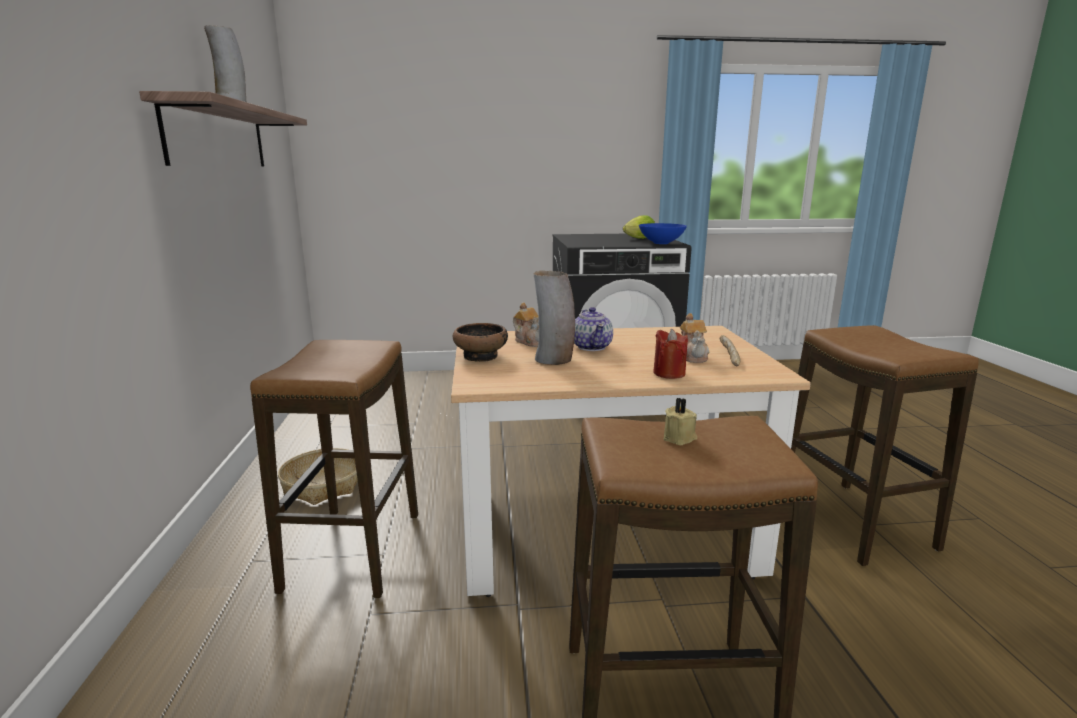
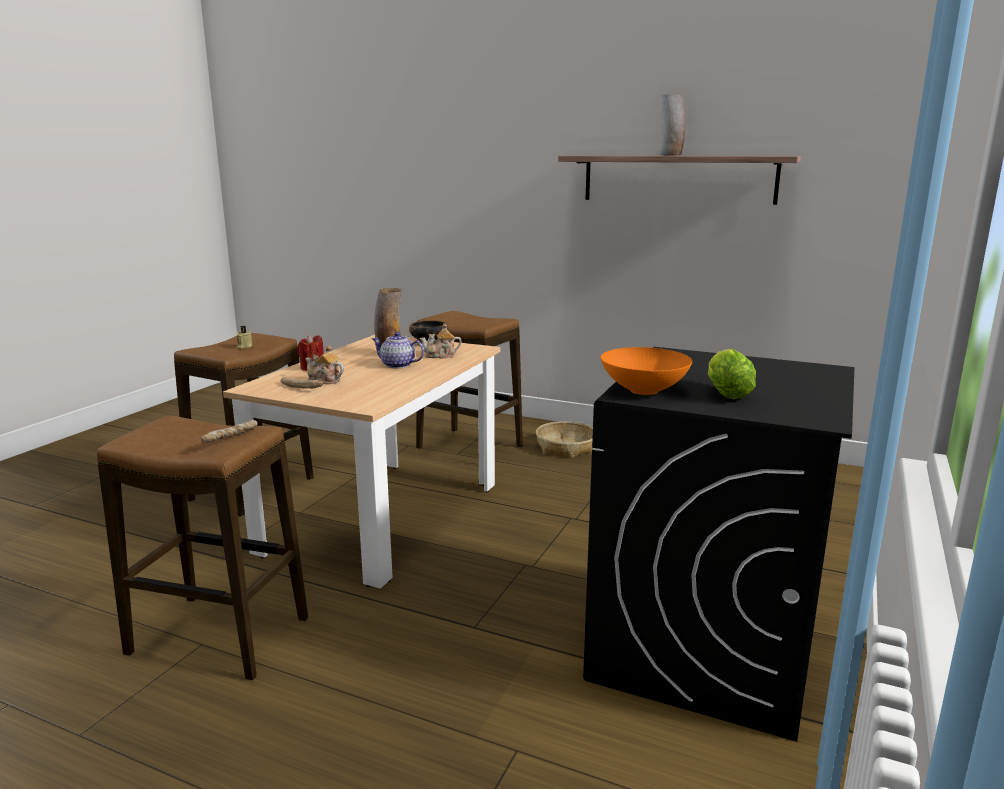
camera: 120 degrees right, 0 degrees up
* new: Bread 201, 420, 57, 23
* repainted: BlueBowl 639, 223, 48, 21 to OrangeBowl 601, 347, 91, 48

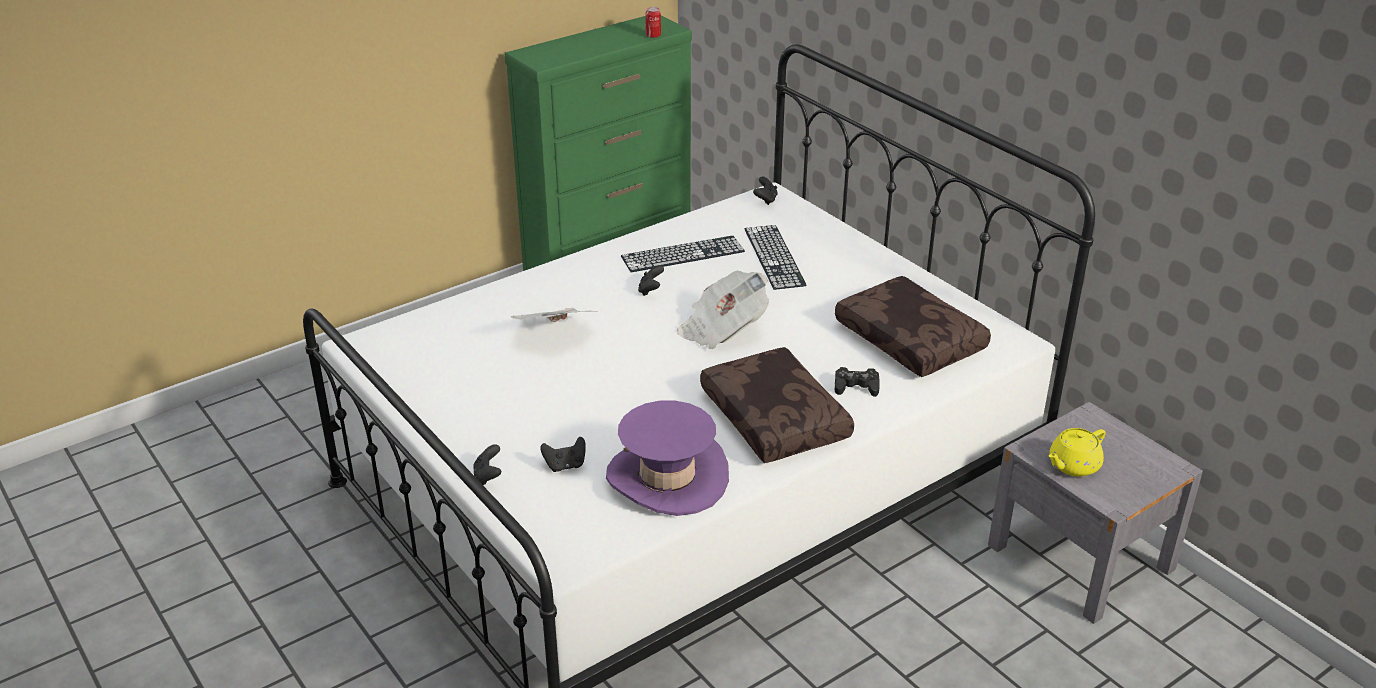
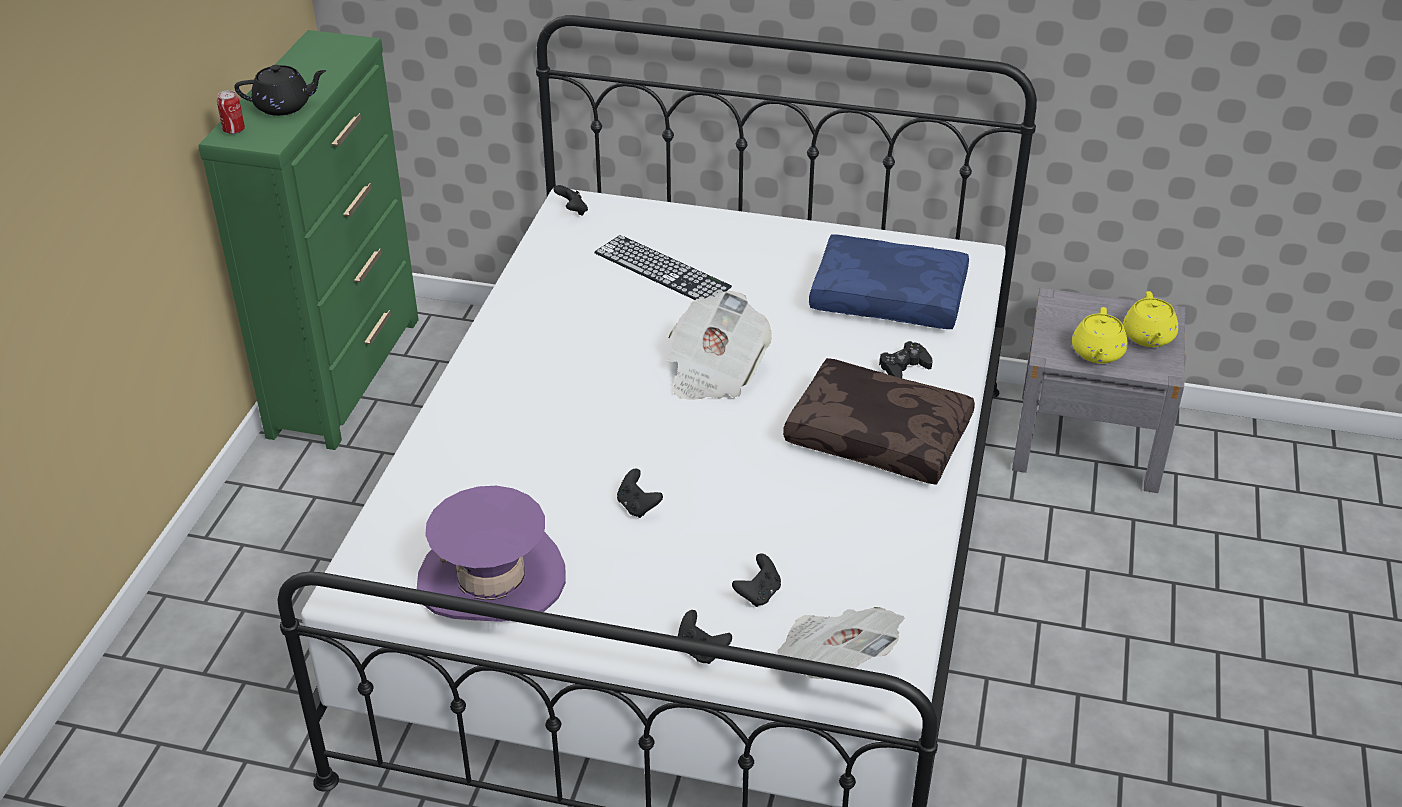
camera: 40 degrees left, 5 degrees up
* gone: Keyboard 621, 236, 124, 36
* new: BlackTeapot 234, 65, 93, 51
* new: YellowTeapot 1123, 291, 55, 56
* shifted: Newspaper 511, 308, 86, 14 to 777, 607, 128, 72
* shifted: PurpleHat 606, 401, 123, 115 to 417, 486, 149, 136
* shifted: BlackGameController 638, 265, 26, 31 to 617, 469, 46, 49
* shifted: Can 645, 7, 16, 31 to 217, 90, 28, 44
* repainted: BrownPillow 835, 276, 156, 101 to BluePillow 809, 235, 160, 94

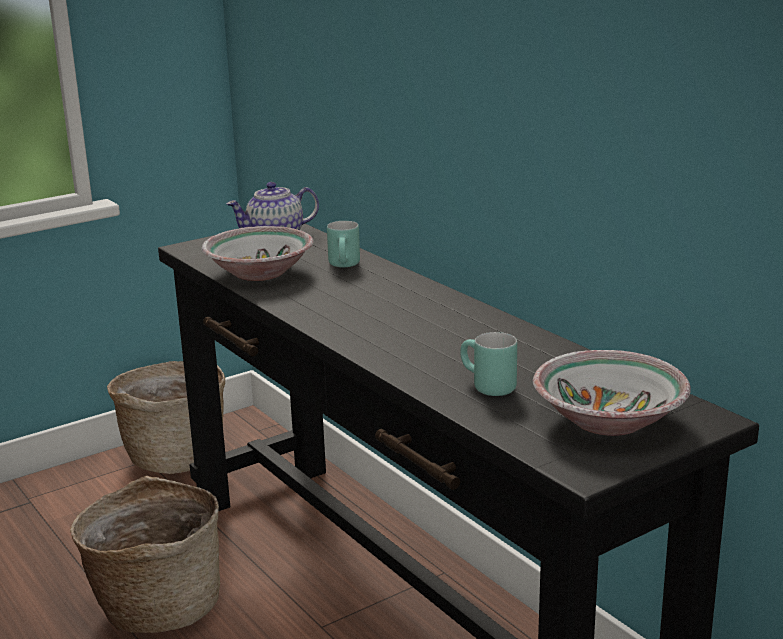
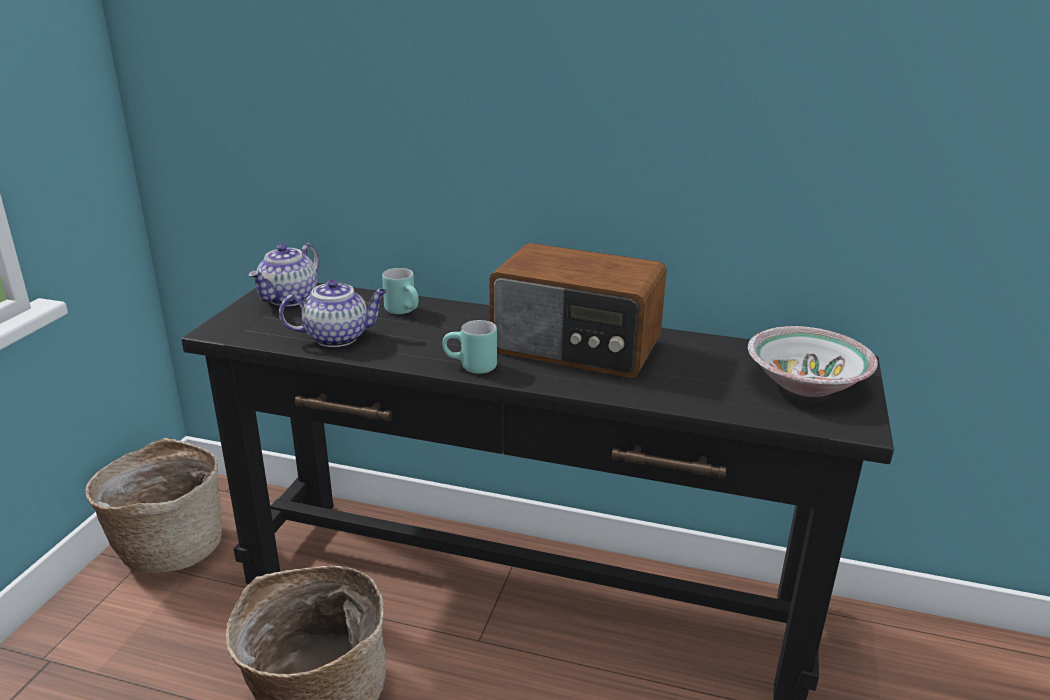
camera: 40 degrees left, 5 degrees up
* new: Radio 489, 243, 178, 135
* shifted: TurquoiseMug 460, 332, 57, 64 to 443, 320, 54, 54
* swapped: Bowl 202, 226, 112, 55 to Teapot 279, 279, 108, 68

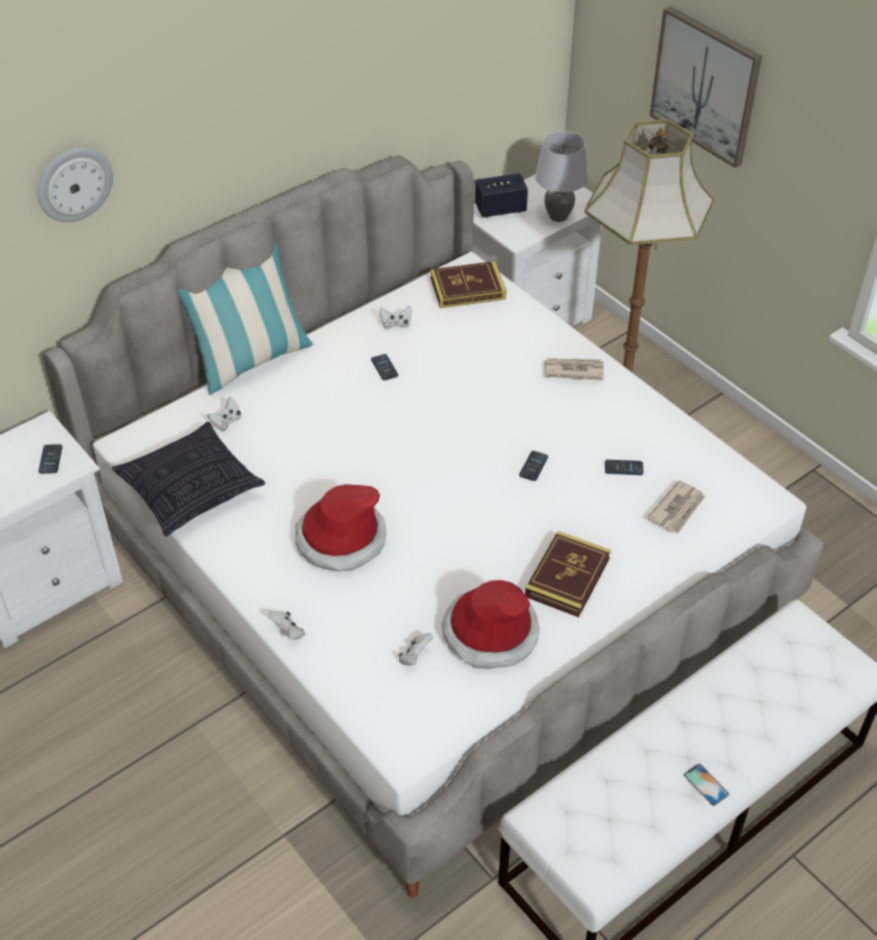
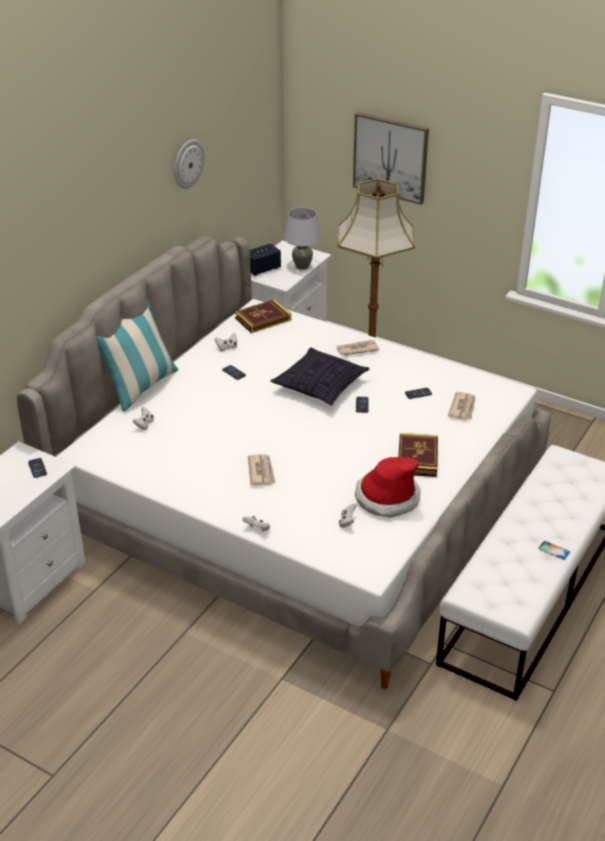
camera: 20 degrees left, 10 degrees down
* shifted: WallClock 38, 147, 75, 75 to 174, 139, 30, 50
* shifted: Pillow 112, 421, 153, 116 to 271, 347, 99, 58
* swapped: Hat 295, 484, 92, 87 to Newspaper 248, 454, 28, 31

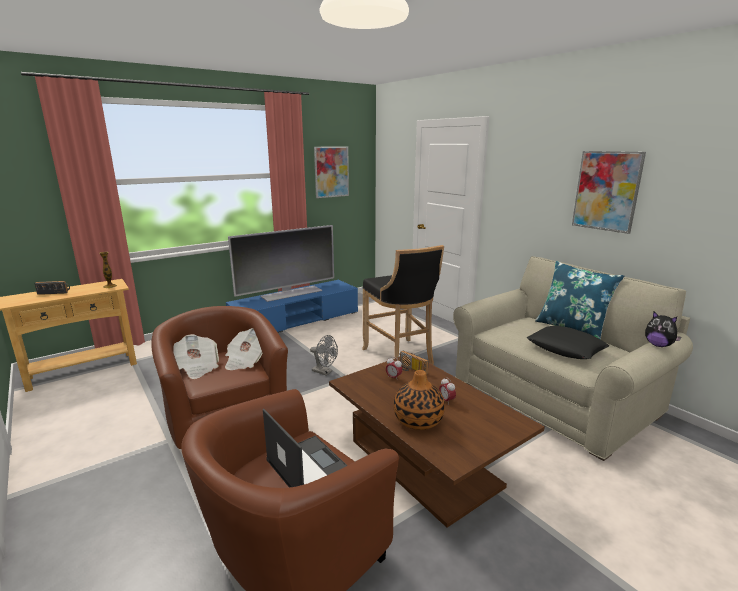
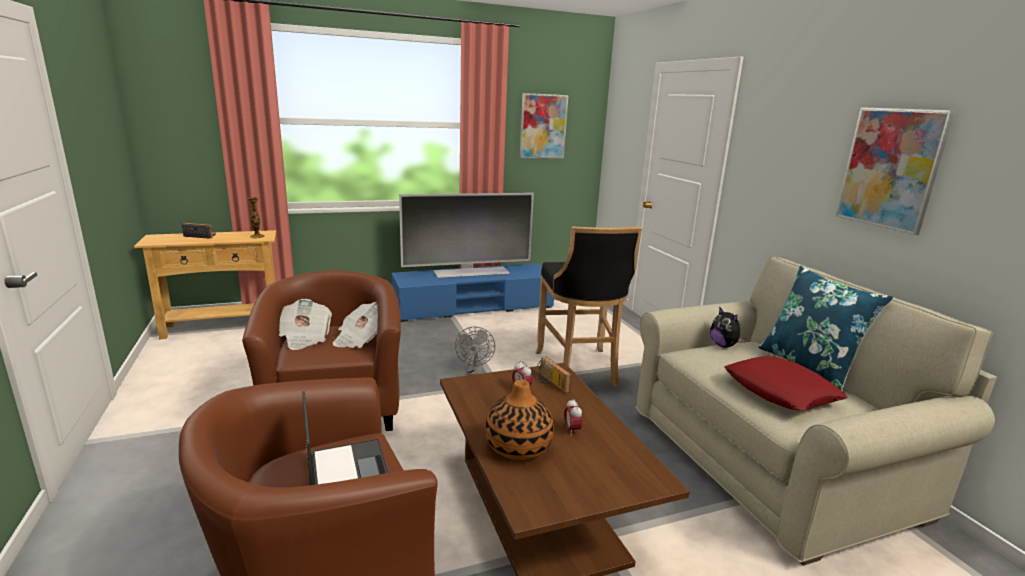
camera: 15 degrees right, 0 degrees up
* shifted: PlushToy 645, 312, 37, 35 to 710, 307, 35, 41
* repainted: BlackPillow 527, 326, 82, 33 to RedPillow 724, 356, 123, 54
* rotated: GreyFan 310, 335, 28, 41 = 455, 327, 40, 48 45 degrees clockwise

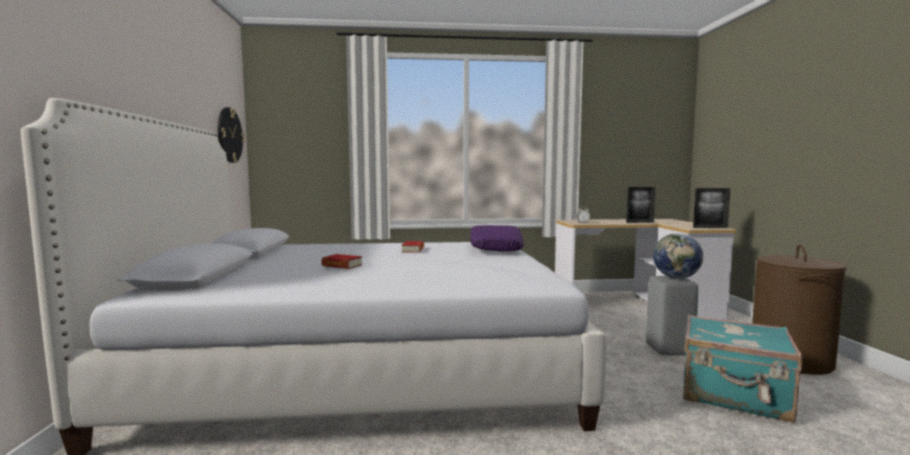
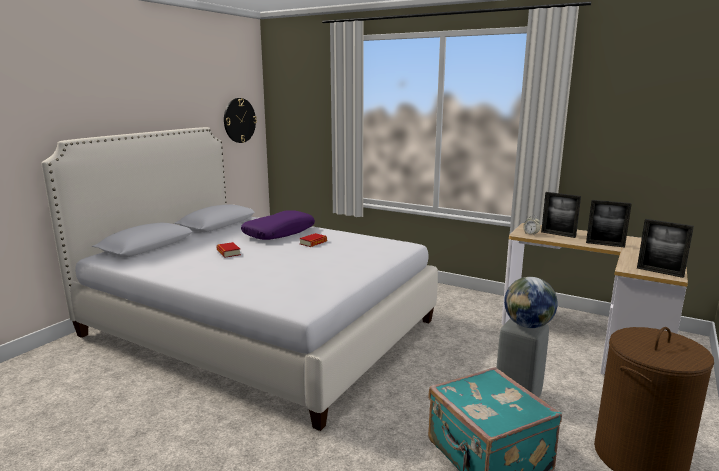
camera: 35 degrees right, 10 degrees up
* new: PictureFrame 541, 192, 40, 46
* shifted: PurplePillow 470, 225, 54, 27 to 241, 210, 74, 30

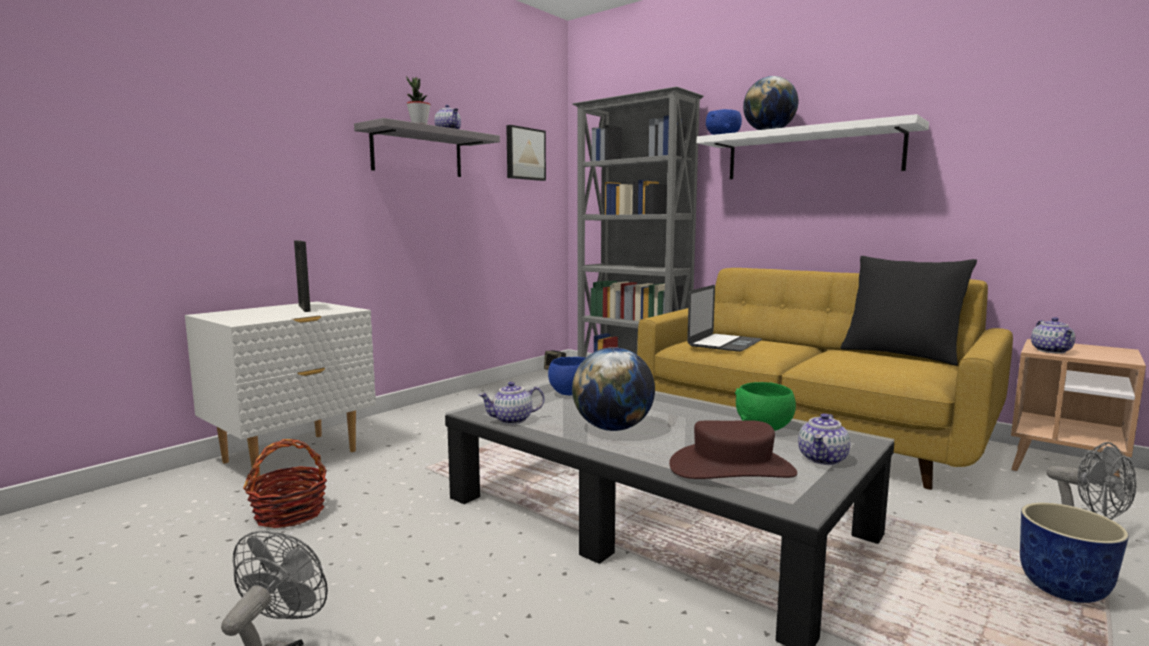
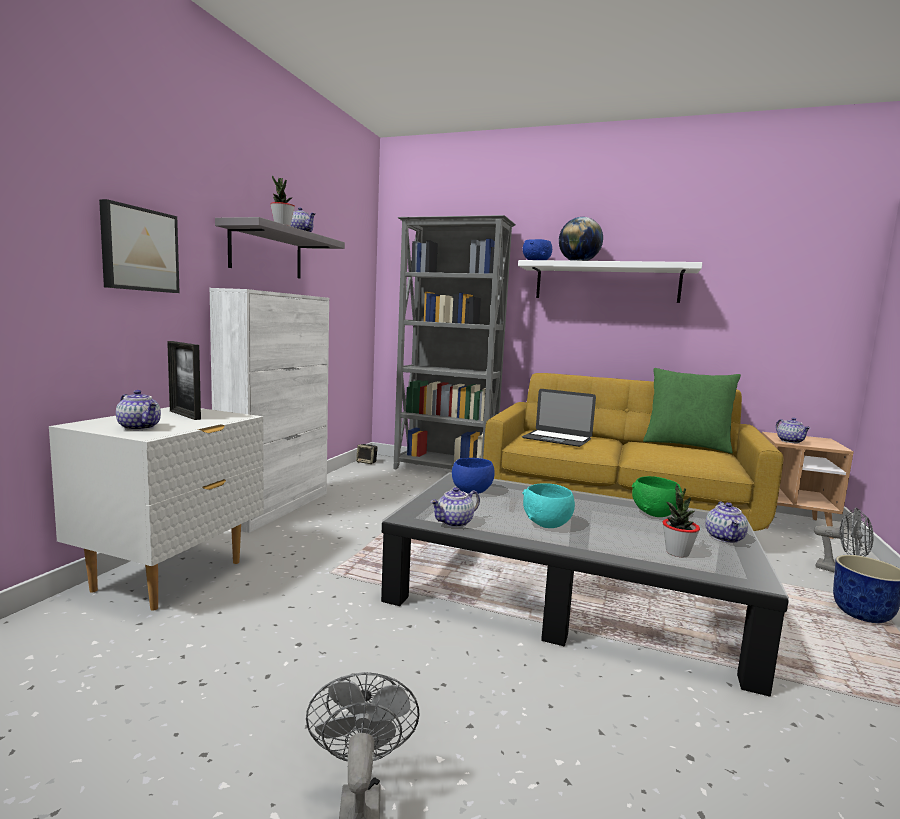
camera: 20 degrees left, 0 degrees up
* gone: Basket 243, 439, 84, 89
* new: Teapot 116, 390, 45, 40
* new: WhiteCabinet 209, 288, 120, 245
* shifted: Picture 506, 125, 40, 56 to 99, 199, 81, 94
* swapped: Globe 572, 347, 83, 84 to TurquoiseBowl 522, 483, 53, 45
* swapped: BrownHat 669, 420, 128, 59 to PottedPlant 662, 484, 38, 74
* repainted: BlackPillow 841, 256, 136, 110 to GreenPillow 643, 368, 98, 86
* rotated: Laptop 687, 285, 75, 67 = 522, 389, 74, 58 105 degrees clockwise

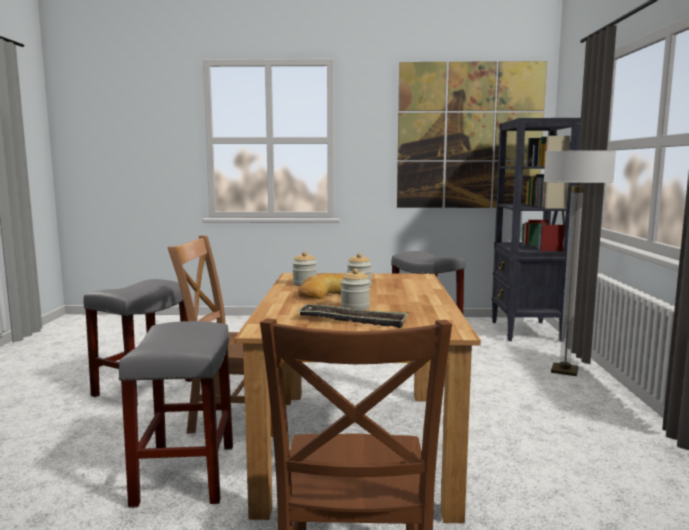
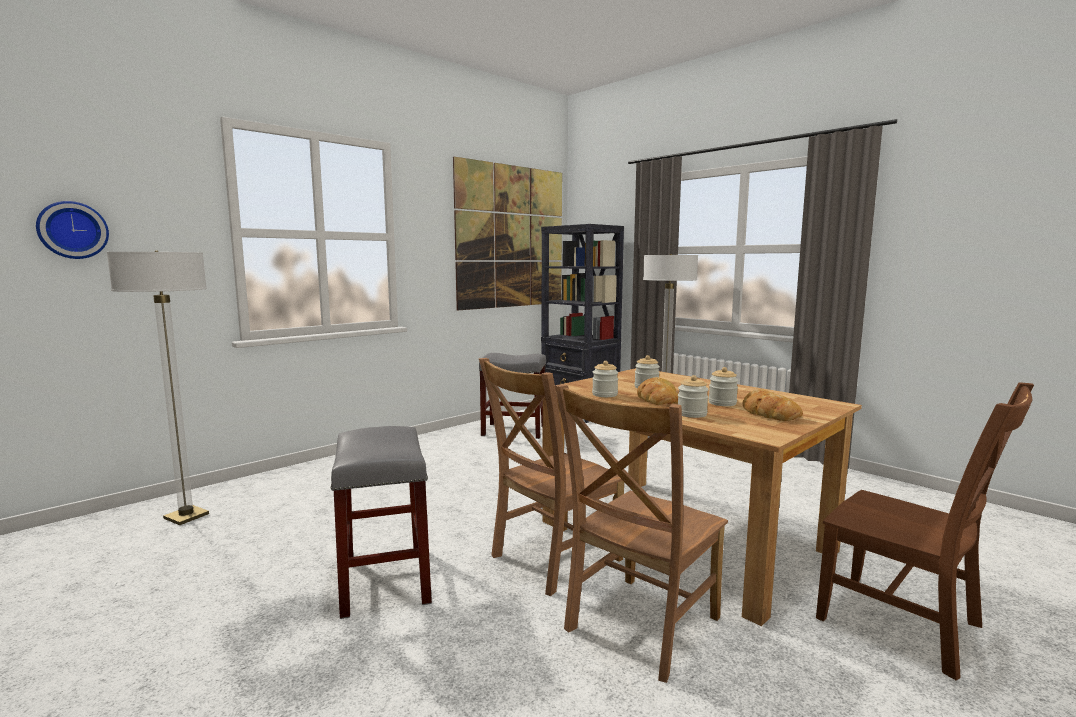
camera: 45 degrees left, 0 degrees up
* new: WallClock 36, 201, 73, 58
* new: FloorLamp 107, 251, 102, 274
* new: Jar 678, 375, 31, 43
* swapped: GreyStool 119, 321, 114, 187 to BrownChair 555, 384, 173, 299
* swapped: Tray 297, 303, 112, 25 to Bread 743, 389, 60, 32

